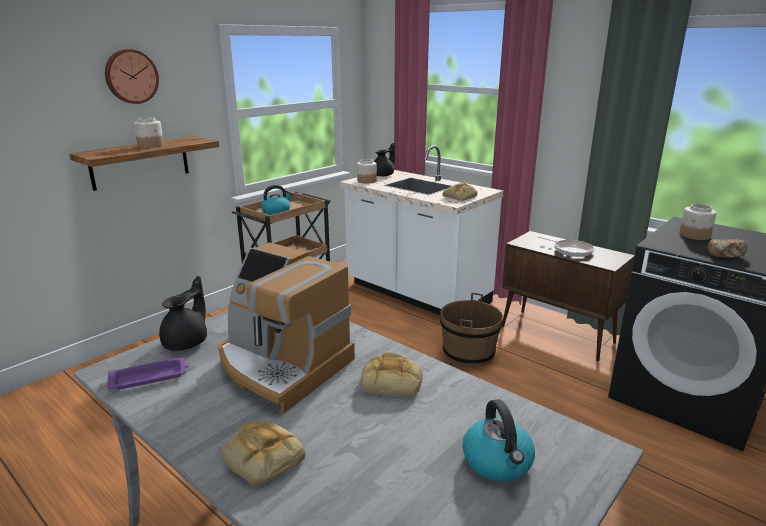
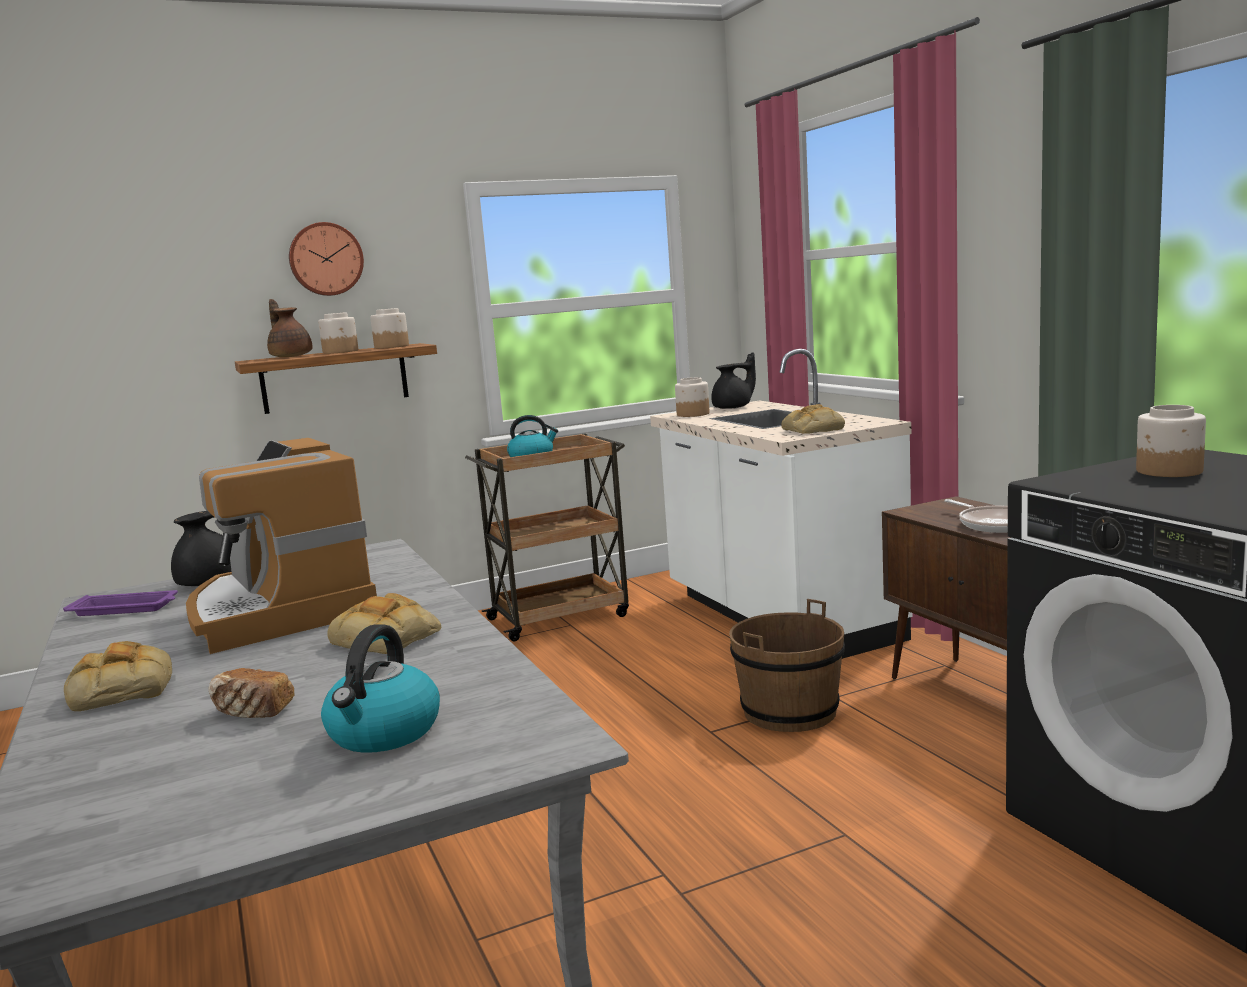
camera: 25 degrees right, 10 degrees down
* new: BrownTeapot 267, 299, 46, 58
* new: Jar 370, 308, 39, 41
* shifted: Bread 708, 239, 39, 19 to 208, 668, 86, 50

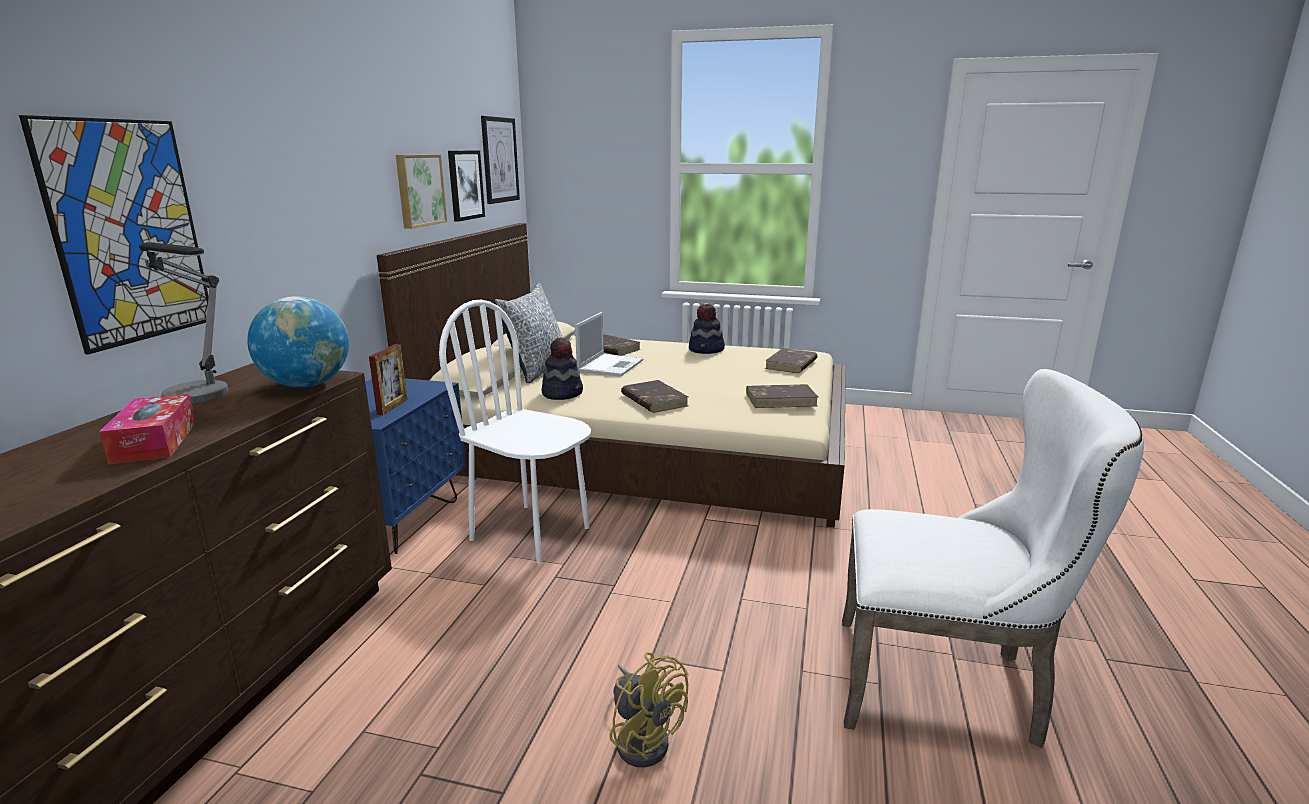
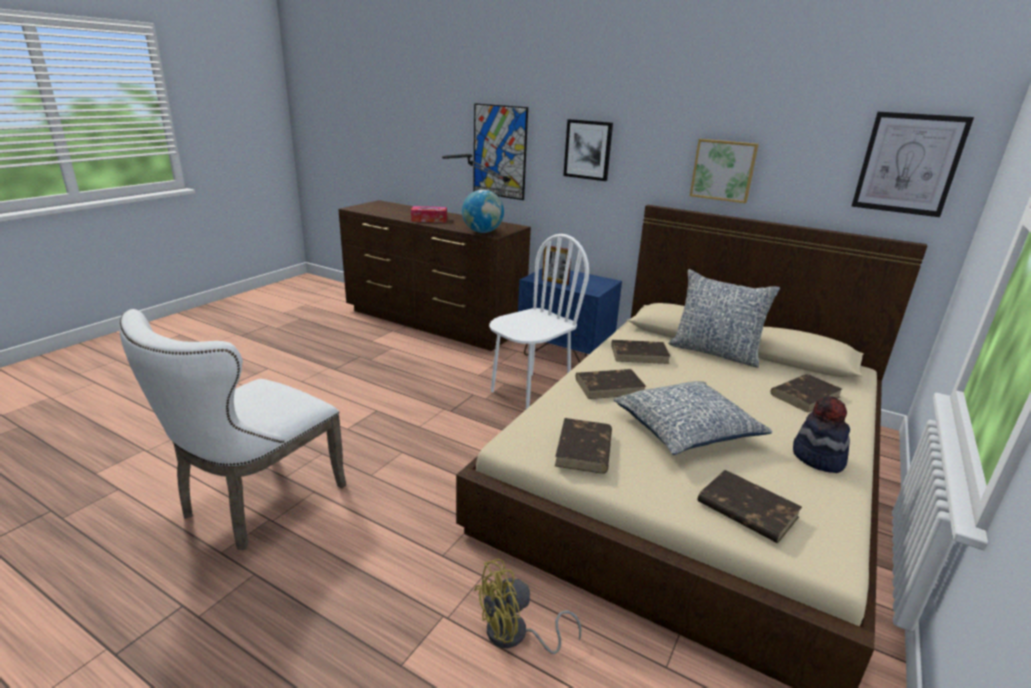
camera: 105 degrees right, 5 degrees up
* gone: Laptop 575, 312, 69, 65
* new: Pillow 613, 381, 159, 74
* shifted: Picture 448, 151, 37, 71 to 563, 119, 50, 62
* shifted: YellowFan 610, 652, 79, 115 to 474, 559, 107, 95
* swapped: Hat 541, 337, 42, 63 to BrownBook 611, 340, 59, 24

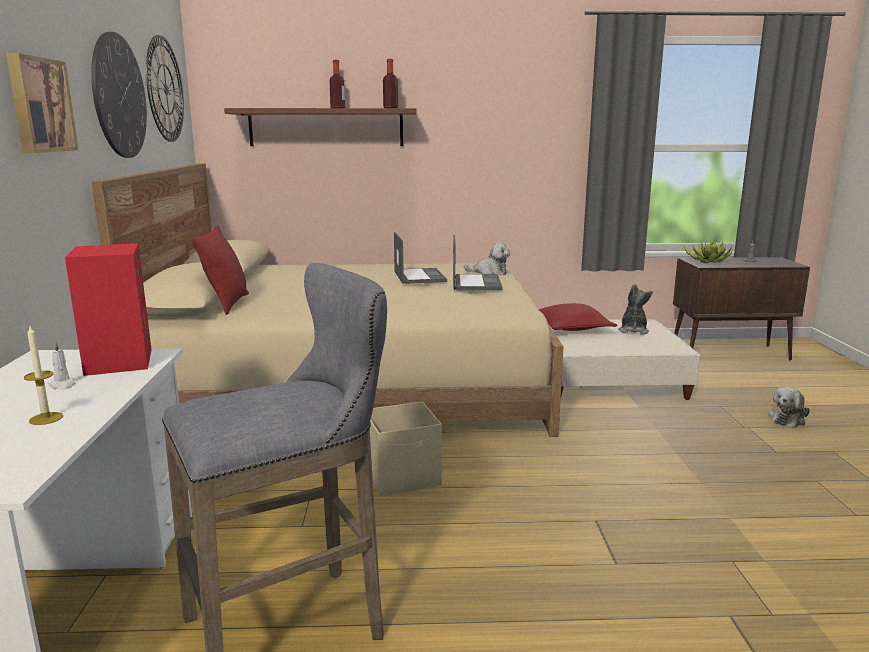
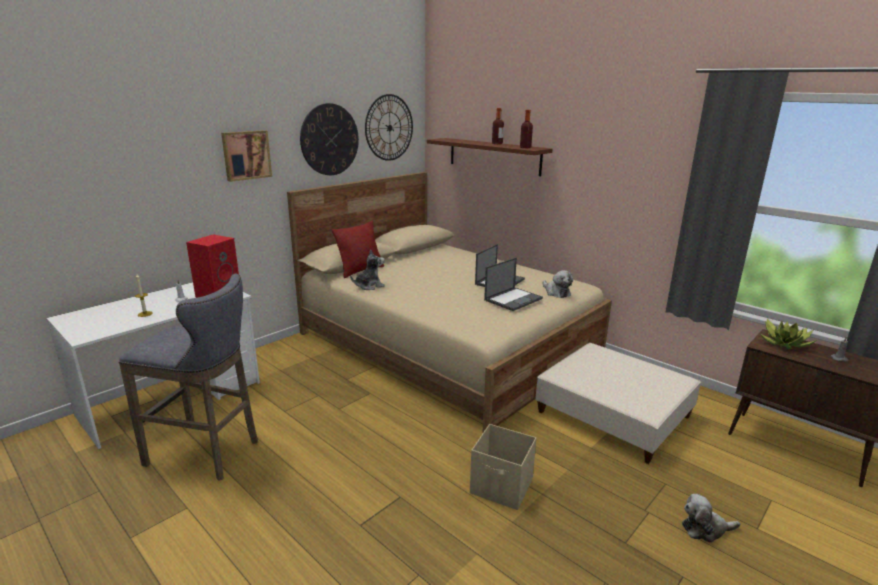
camera: 45 degrees right, 5 degrees up
* gone: RedPillow 538, 303, 79, 28
* shifted: BeigeStorageBox 370, 401, 72, 95 to 470, 424, 66, 86
* shifted: PlushToy 618, 284, 35, 51 to 350, 250, 35, 40

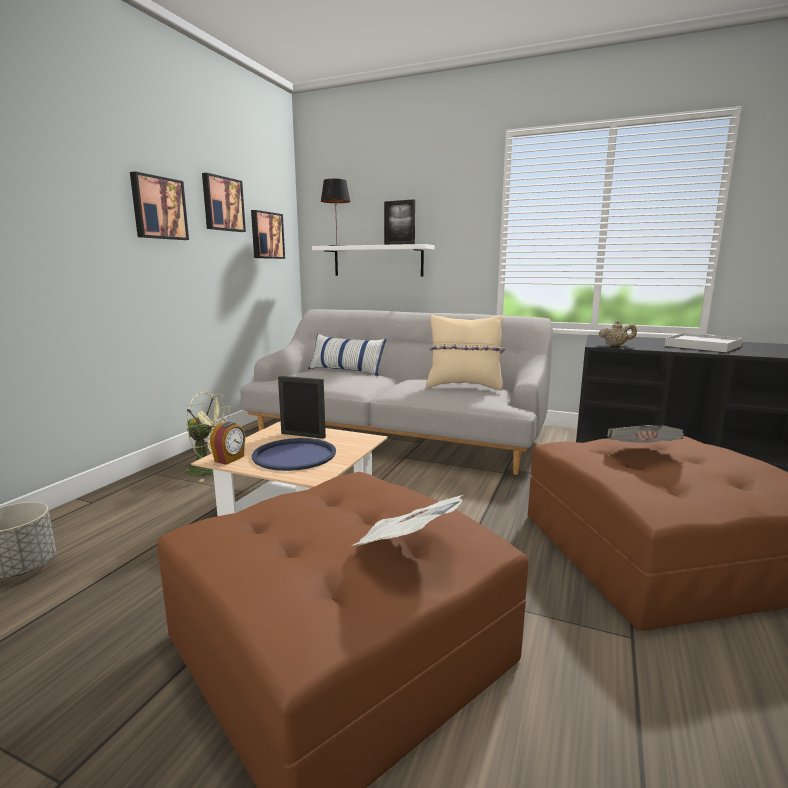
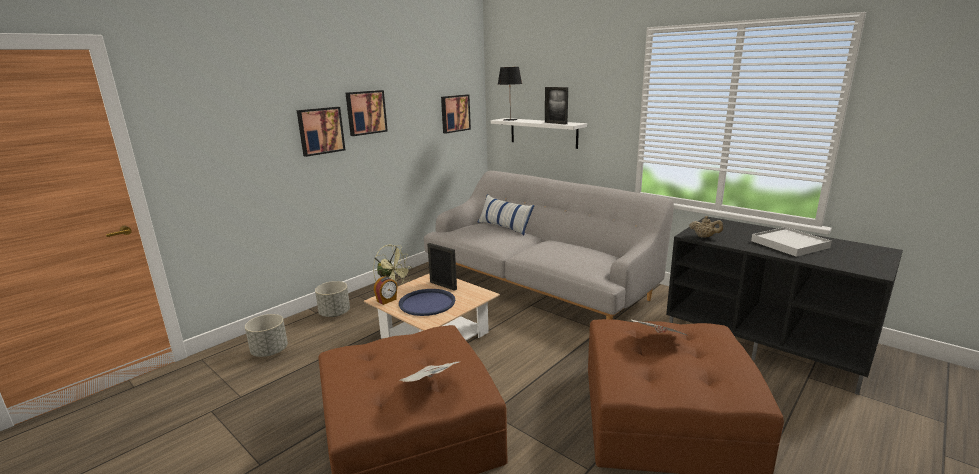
camera: 20 degrees right, 5 degrees up
* gone: BeigePillow 426, 314, 79, 76
* new: GreyPlanter 315, 281, 35, 36
* shifted: Picture 202, 173, 44, 59 to 297, 107, 48, 50

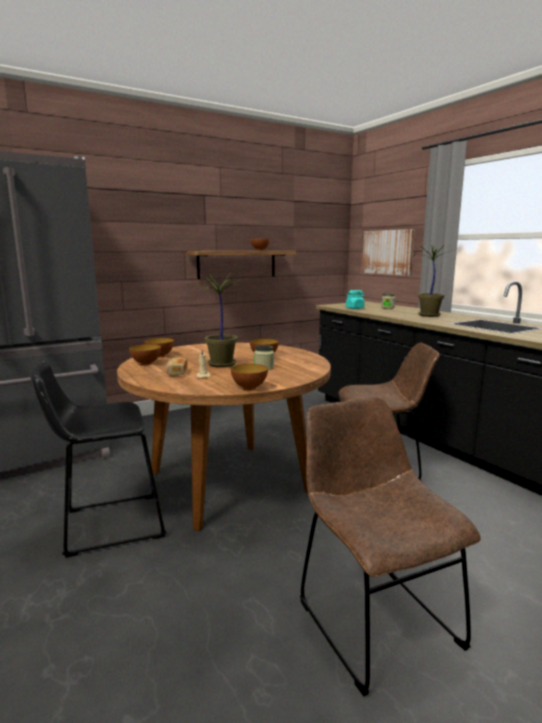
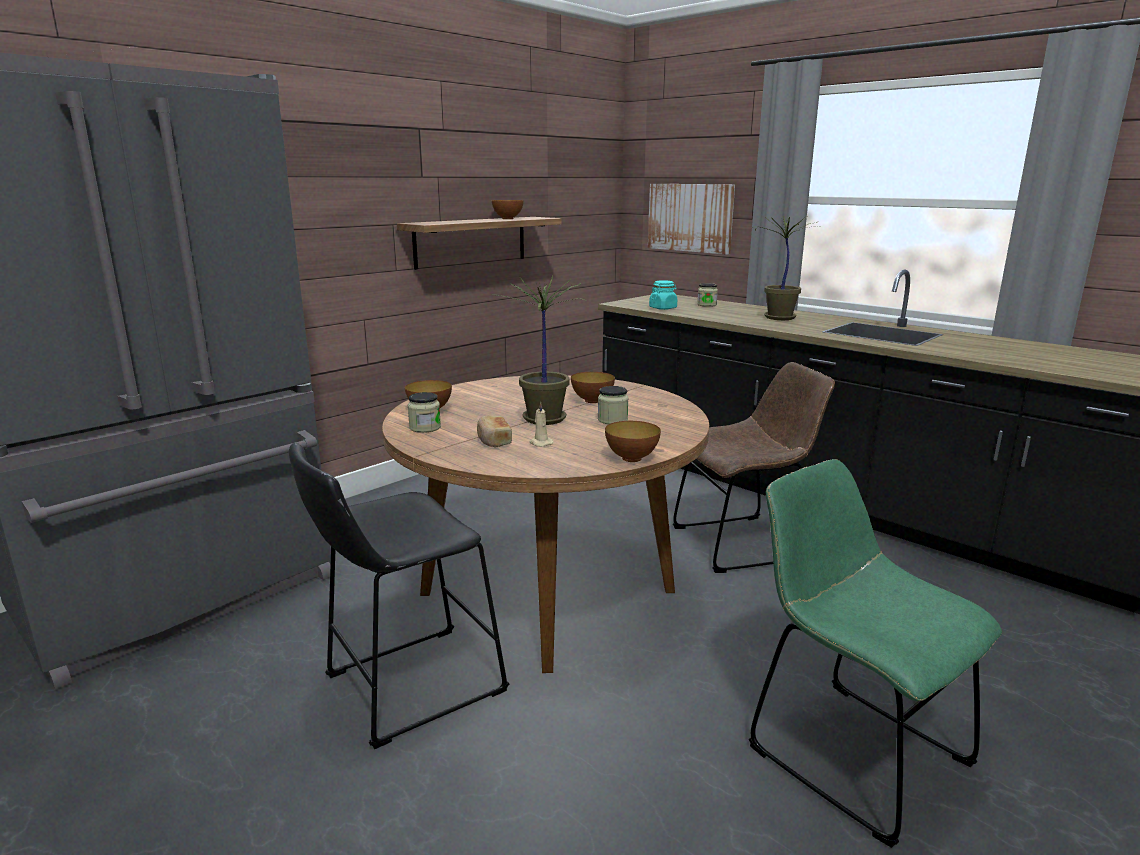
camera: 15 degrees left, 5 degrees up
* swapped: Bowl 129, 344, 32, 22 to Jar 408, 392, 33, 41
* repainted: BrownChair 300, 397, 181, 299 to GreenChair 748, 459, 254, 389

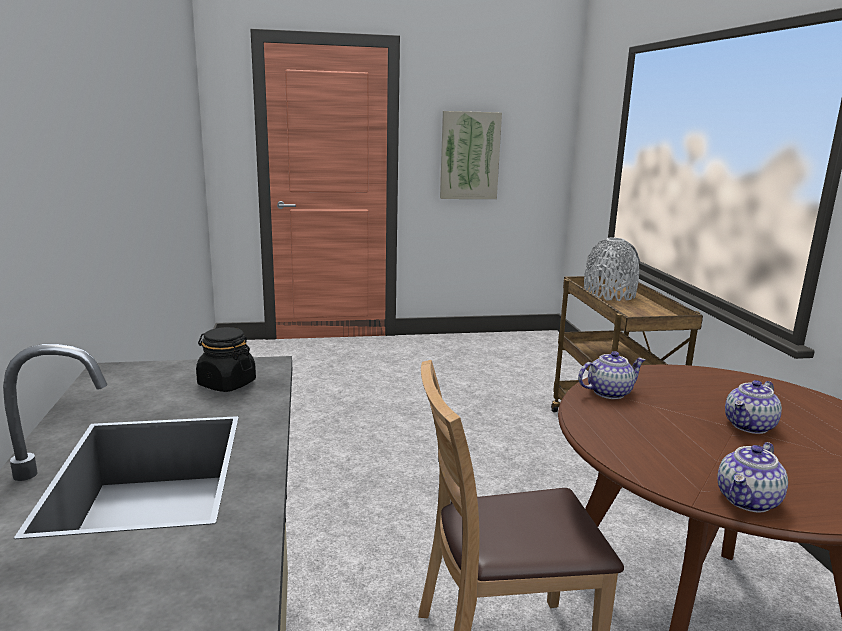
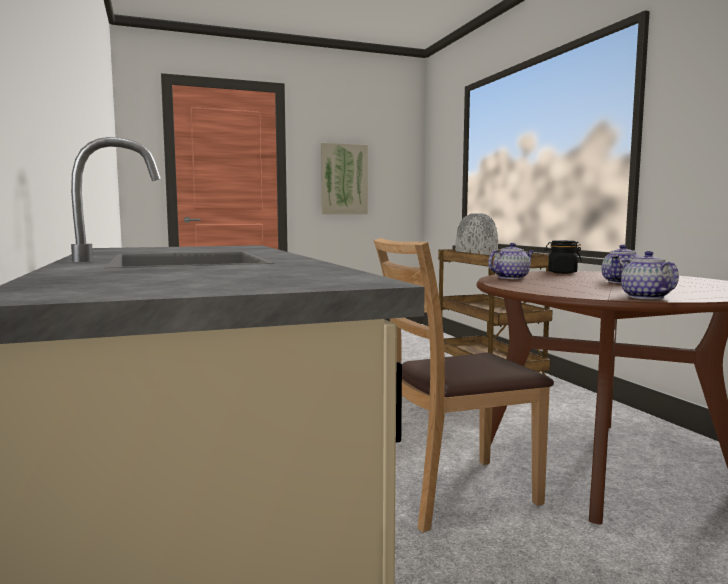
camera: 10 degrees left, 10 degrees down
* shifted: BlackJar 196, 327, 60, 65 to 544, 240, 38, 34
* rotated: Teapot 718, 442, 70, 70 = 621, 251, 58, 48 135 degrees clockwise

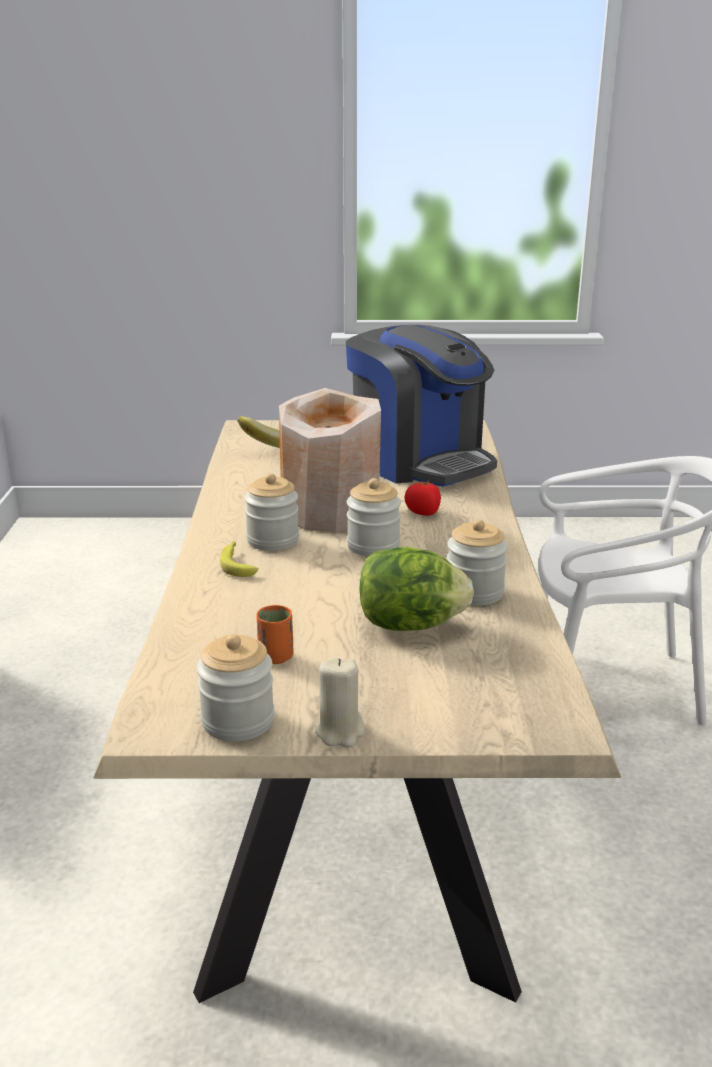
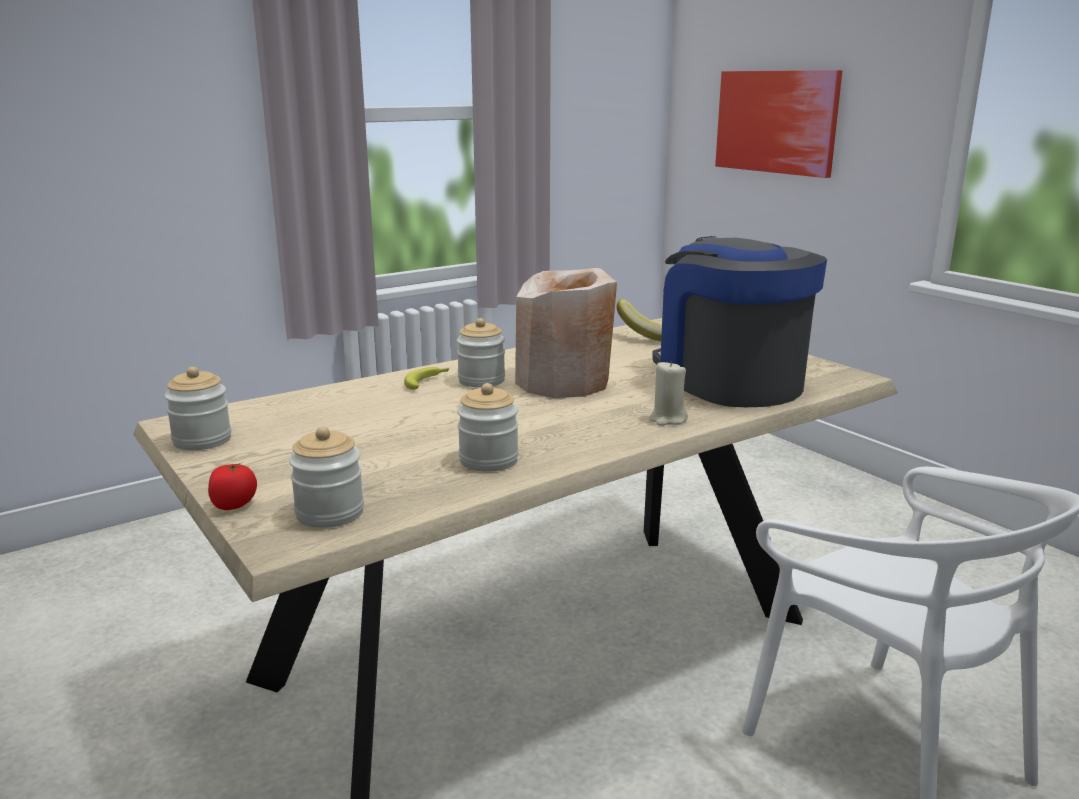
camera: 55 degrees right, 5 degrees down
* gone: OrangeCup 257, 605, 37, 59
* gone: Lettuce 359, 547, 115, 84
* new: Picture 715, 70, 127, 108
* shifted: BeigeCandle 315, 657, 50, 90 to 649, 361, 39, 65
* shifted: Jar 347, 478, 54, 78 to 289, 427, 75, 101
* shifted: Tomato 405, 480, 36, 36 to 208, 463, 49, 47
* rotated: CoffeeMachine 346, 325, 151, 161 = 652, 236, 175, 171 135 degrees clockwise

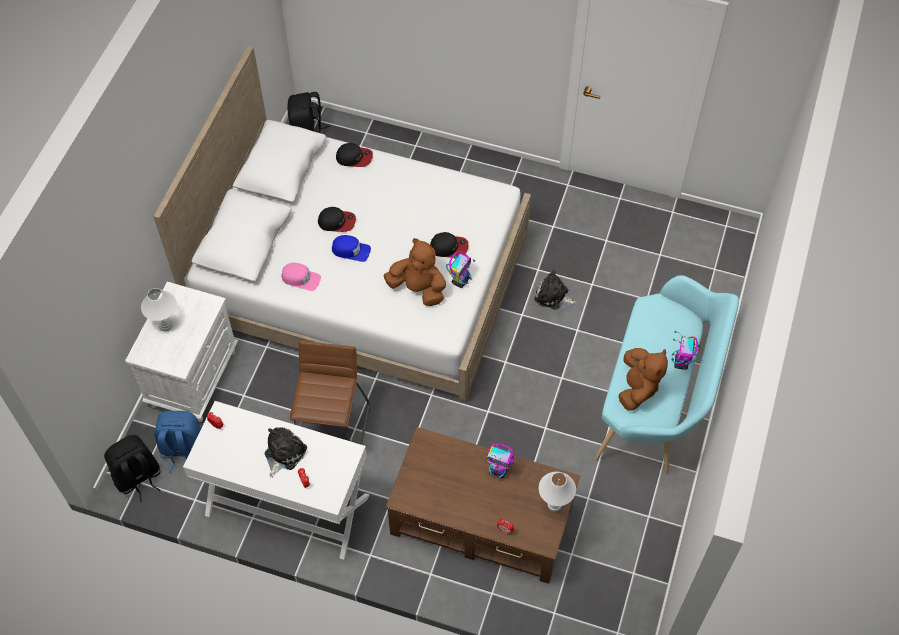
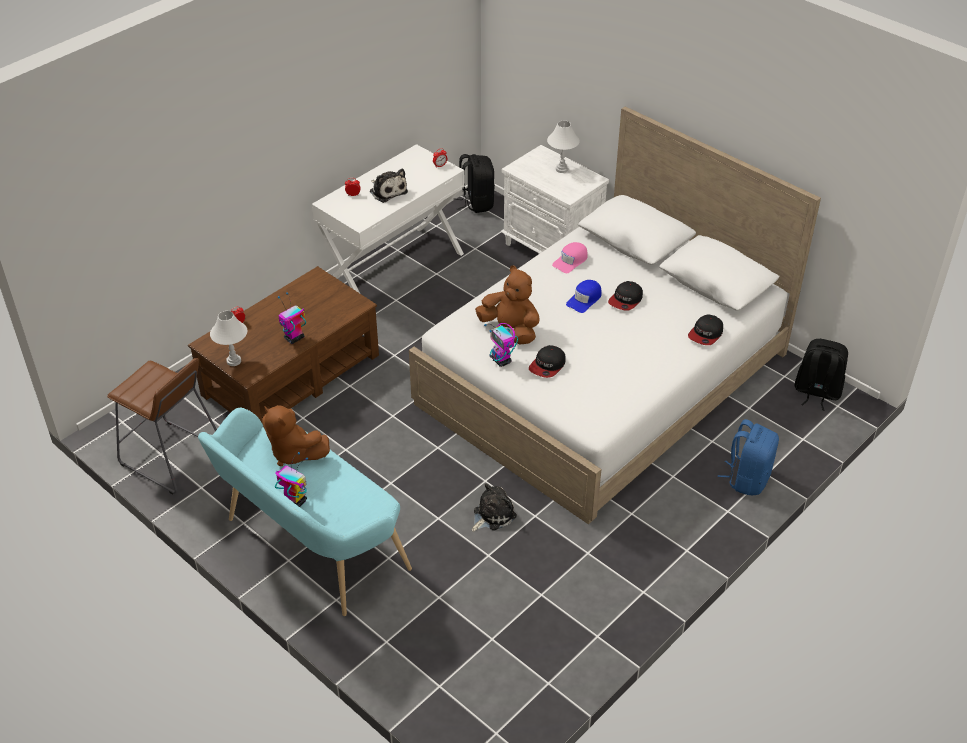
camera: 115 degrees right, 15 degrees down
* shifted: BlueBackpack 154, 411, 47, 62 to 718, 419, 61, 76
* shifted: BrownStool 290, 341, 80, 104 to 107, 358, 110, 136
* rotated: BrownPlushToy 384, 238, 62, 68 = 475, 265, 65, 80 105 degrees counterclockwise

